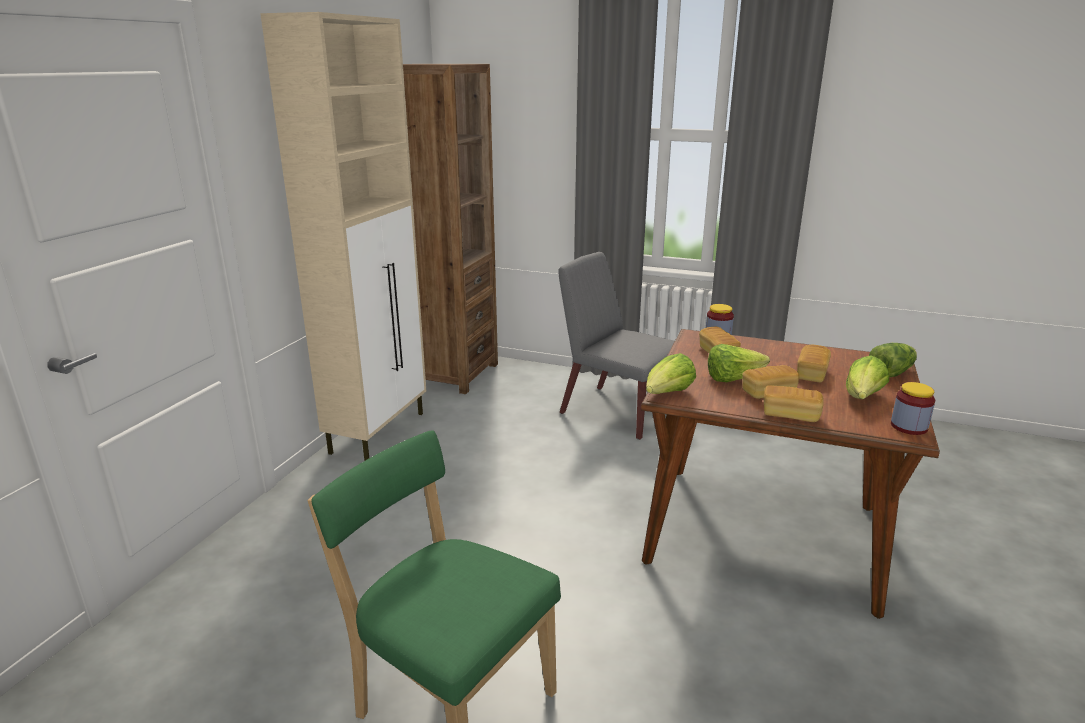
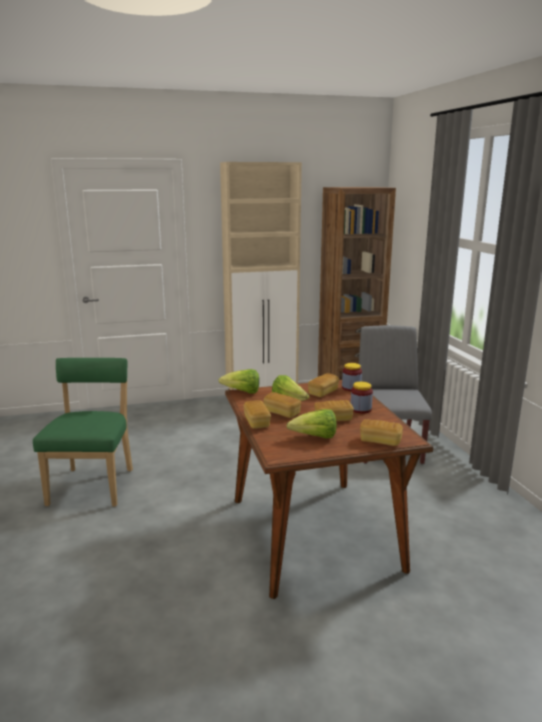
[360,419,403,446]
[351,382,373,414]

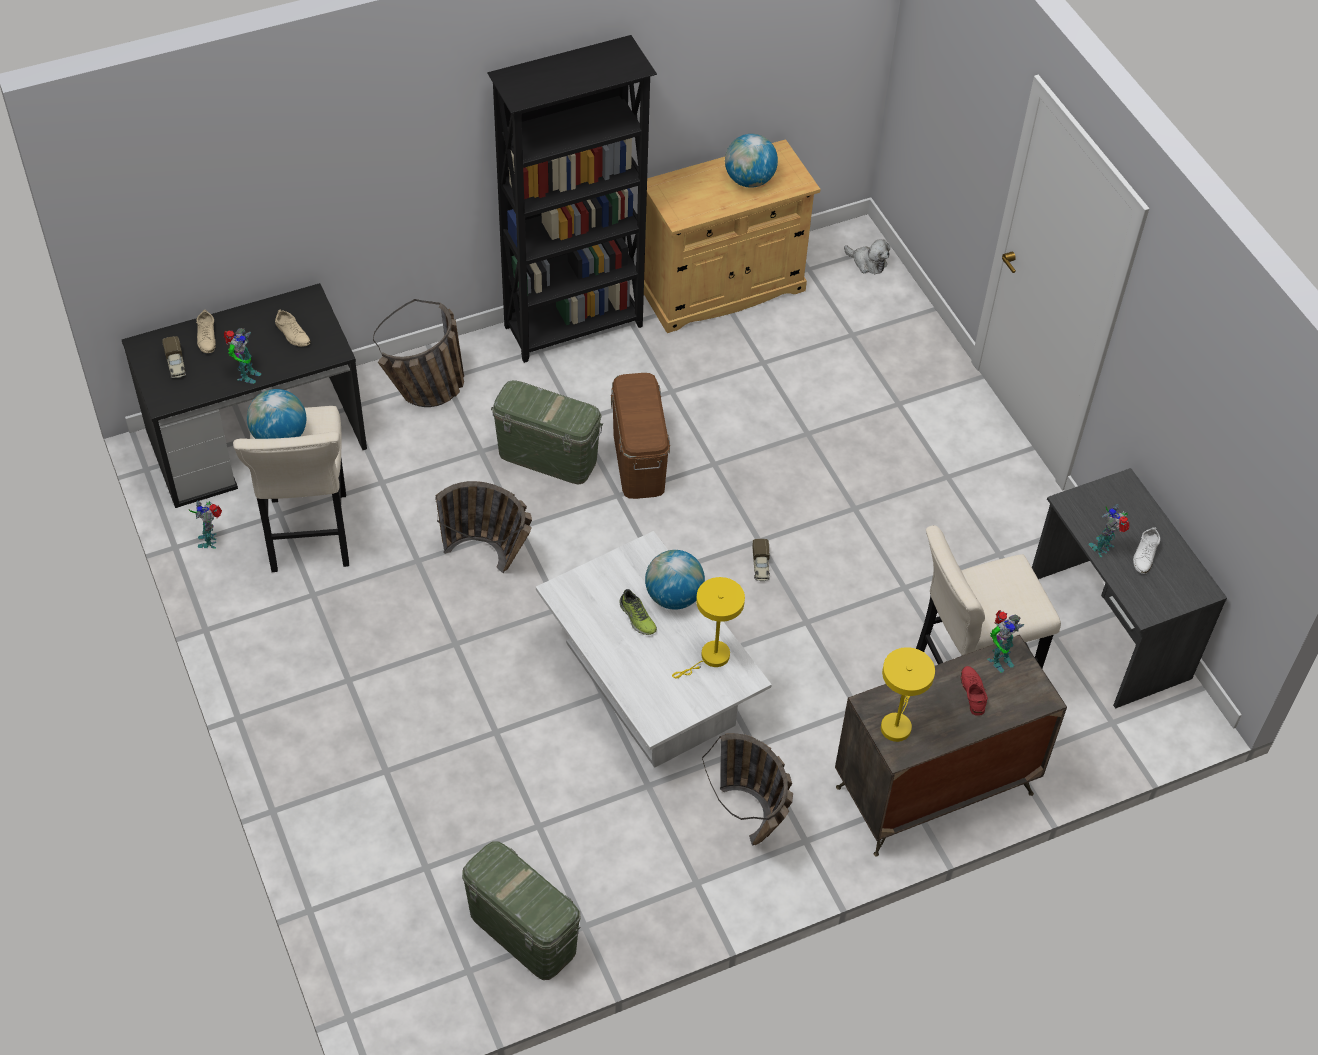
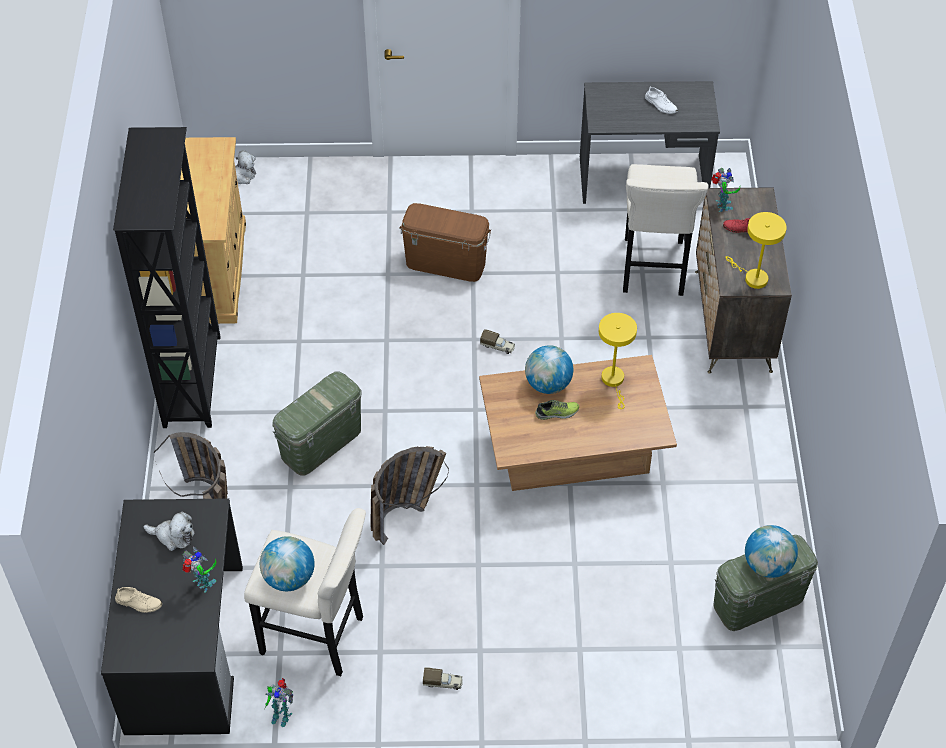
[745,525,798,578]
[143,511,195,551]
[423,668,463,690]
[399,203,491,282]
[1089,504,1129,557] (first image)
[479,355,677,491]
[702,733,793,846] (first image)

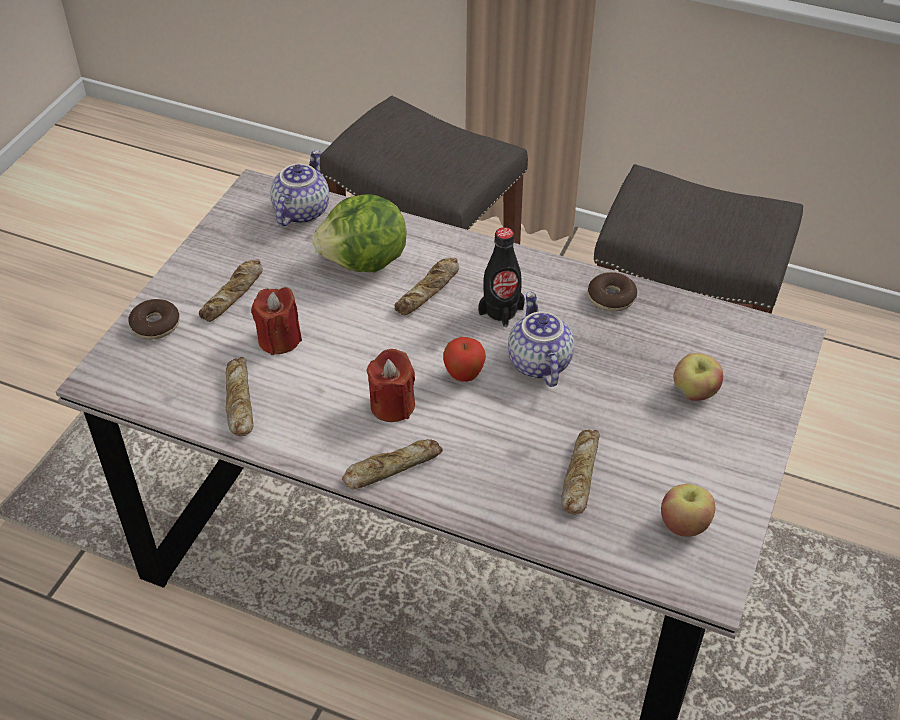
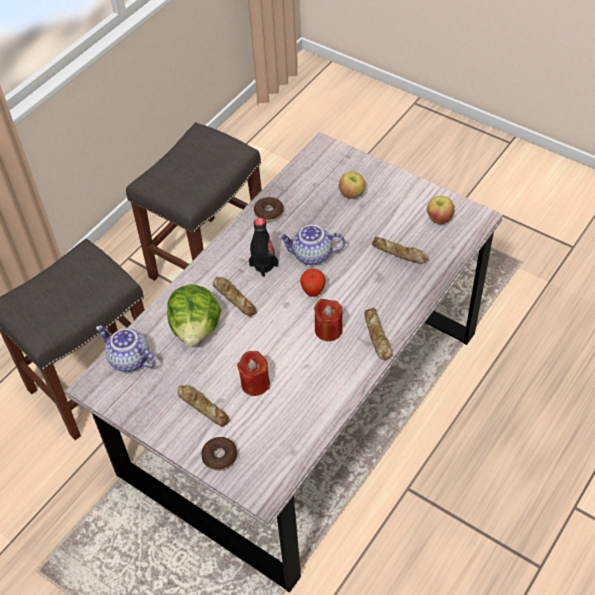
[226,357,254,436] (first image)

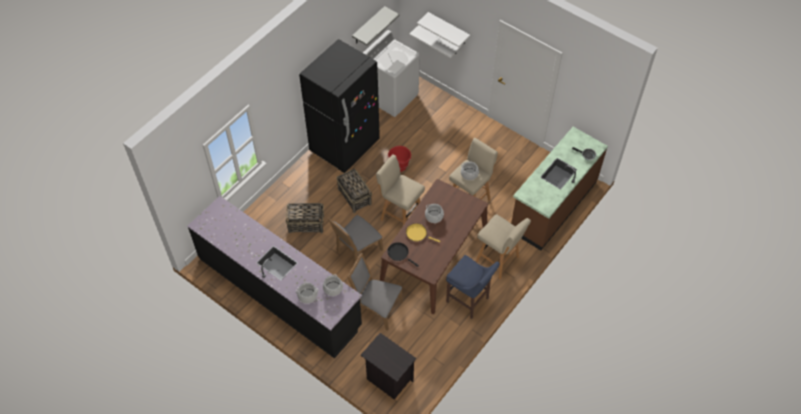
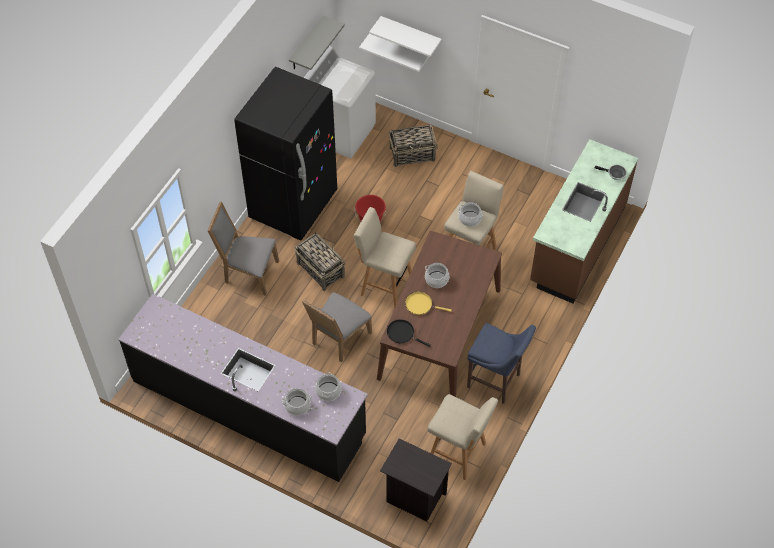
[389,125,437,167]
[427,394,498,480]
[207,202,279,296]

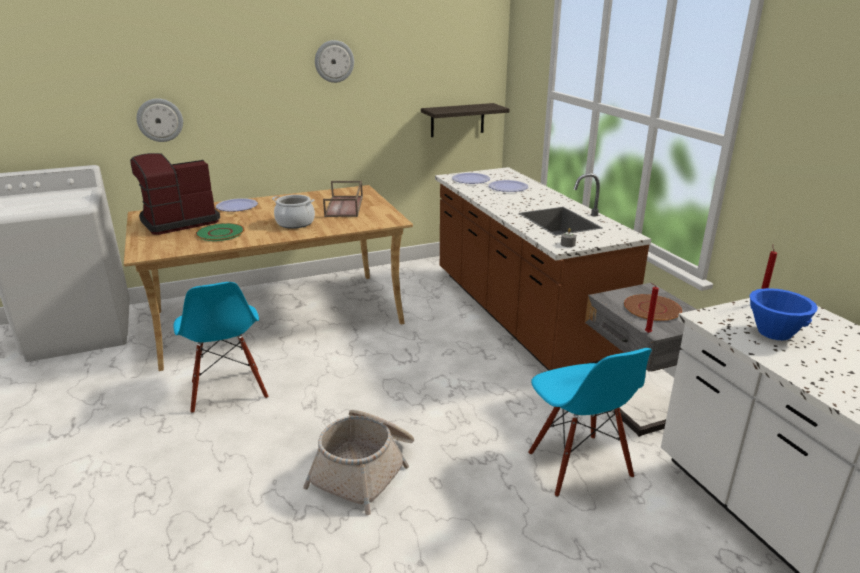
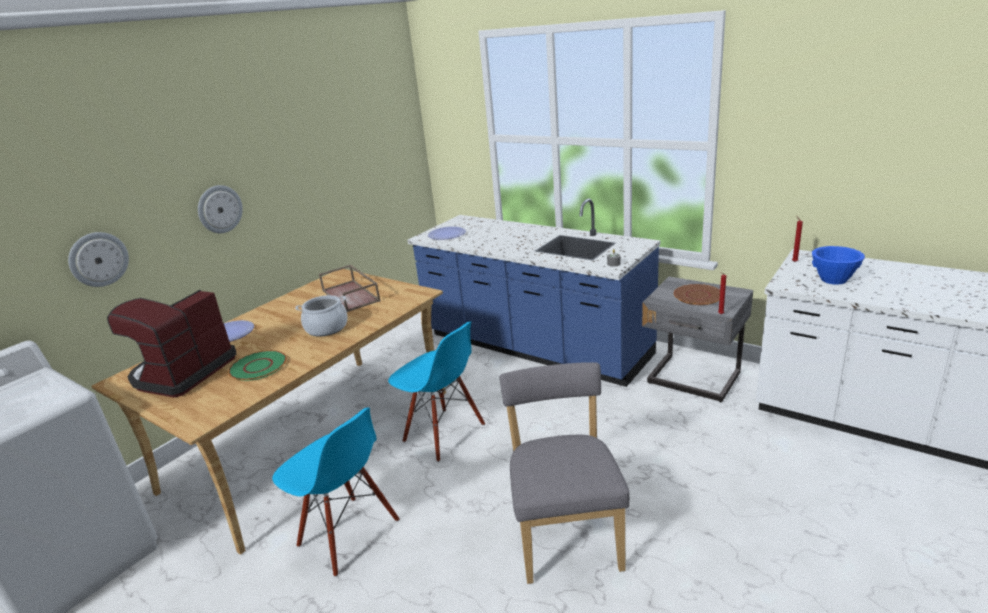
[198,185,243,233]
[421,103,510,137] (first image)
[407,199,660,387]
[489,180,528,192] (first image)
[388,322,485,462]
[499,362,630,584]

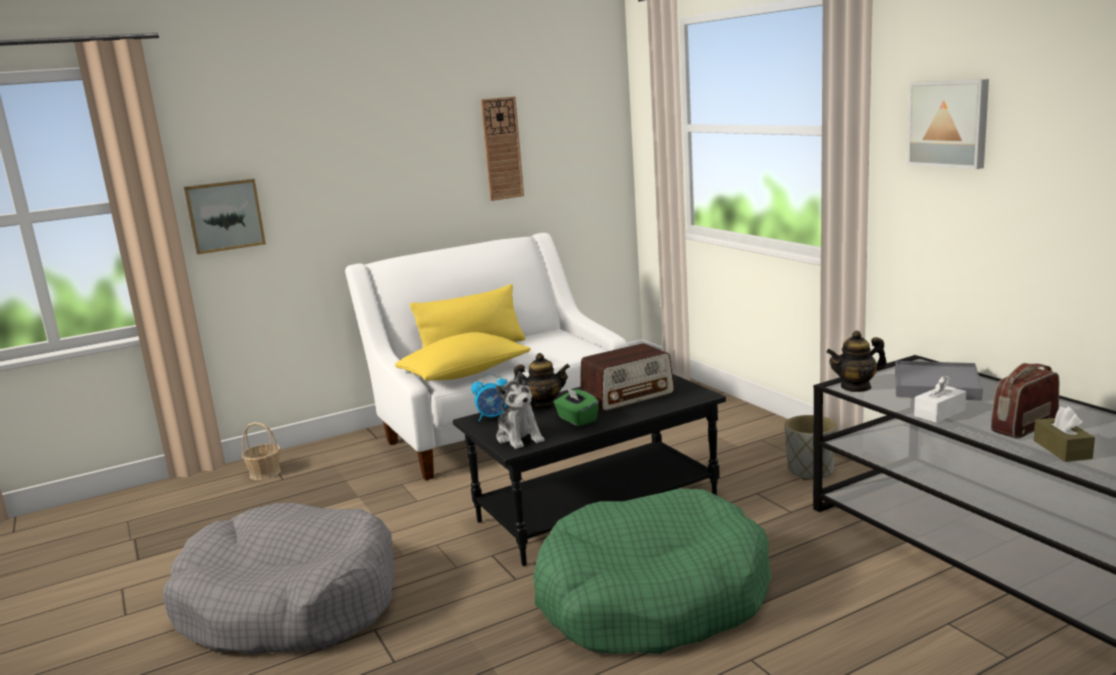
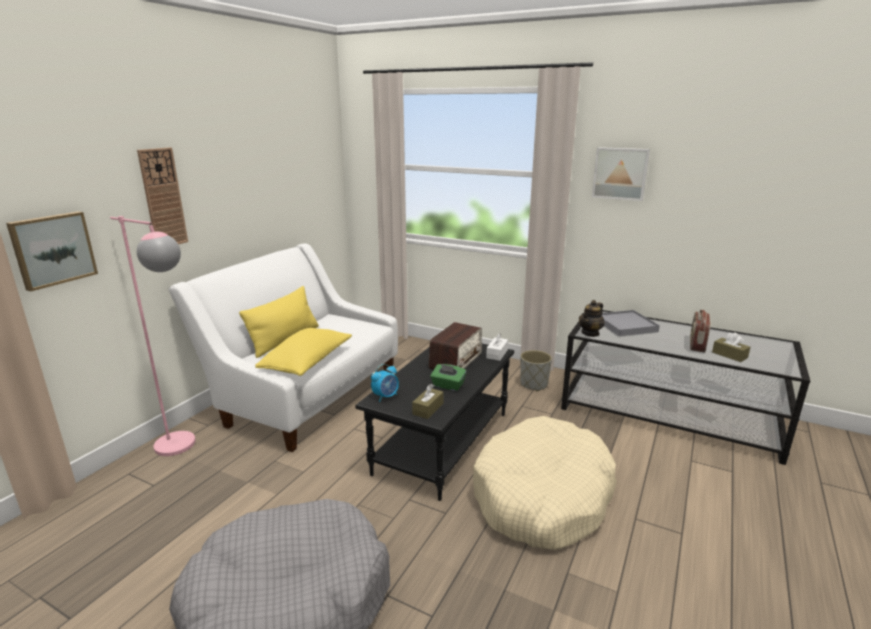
[137,147,188,244]
[514,353,570,408] (first image)
[412,384,444,419]
[486,333,508,361]
[242,422,281,480] (first image)
[473,416,617,550]
[110,216,196,456]

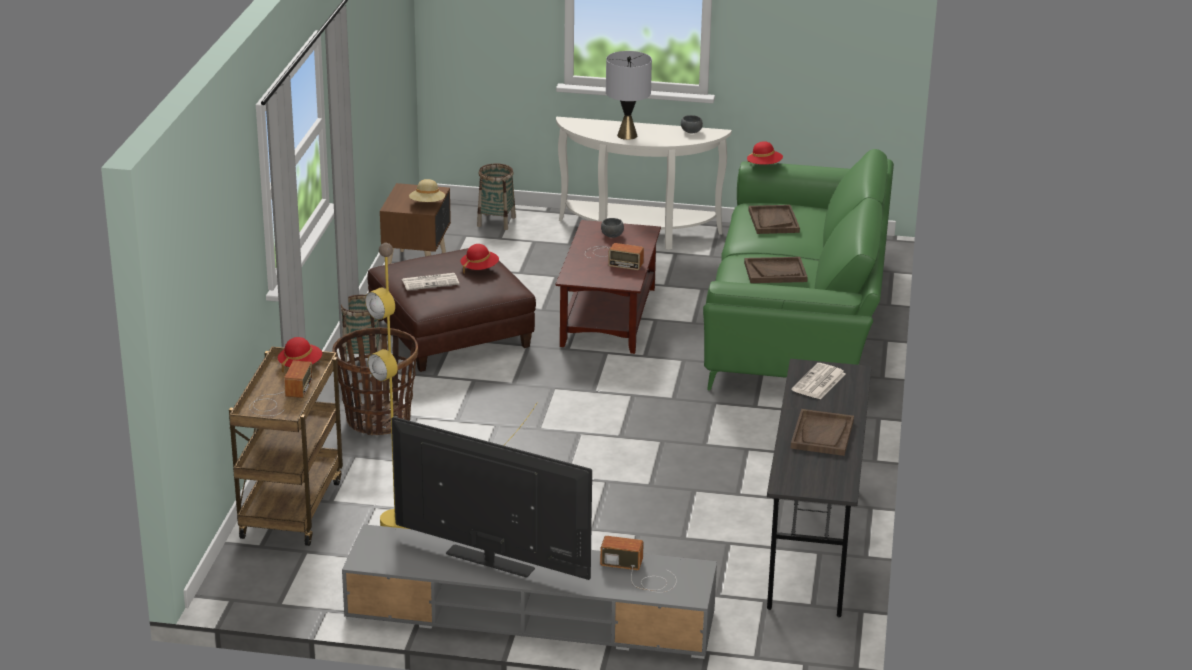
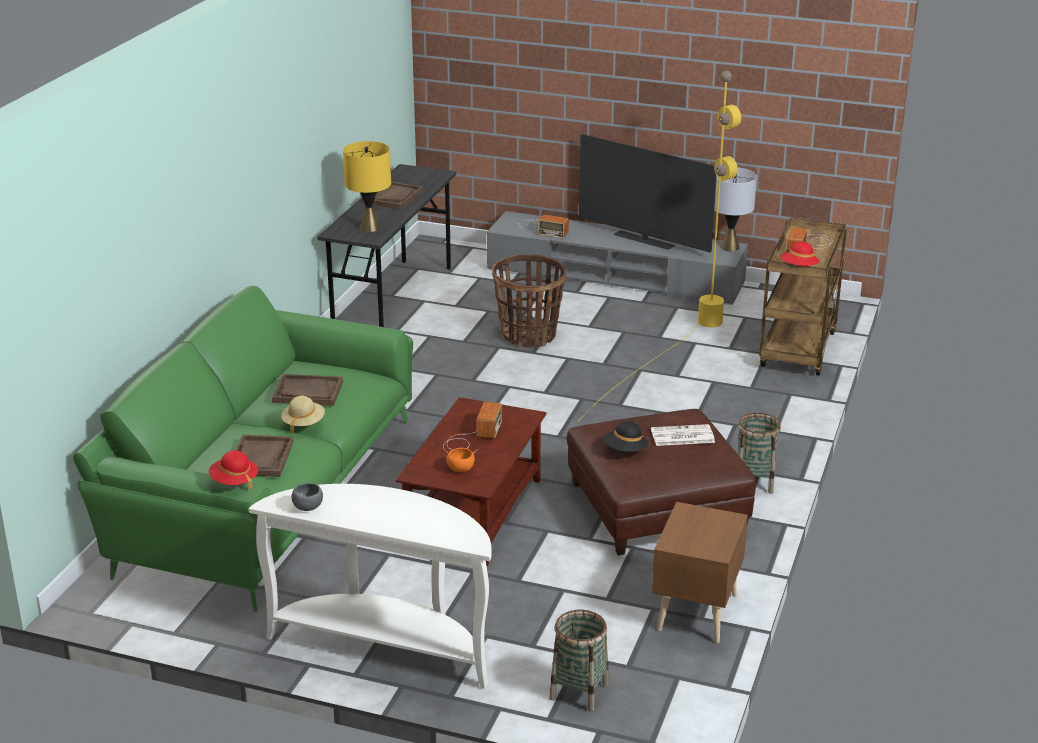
[714,168,757,251]
[281,396,325,433]
[447,448,475,472]
[443,402,502,453]
[604,421,648,452]
[492,254,566,348]
[343,141,391,232]

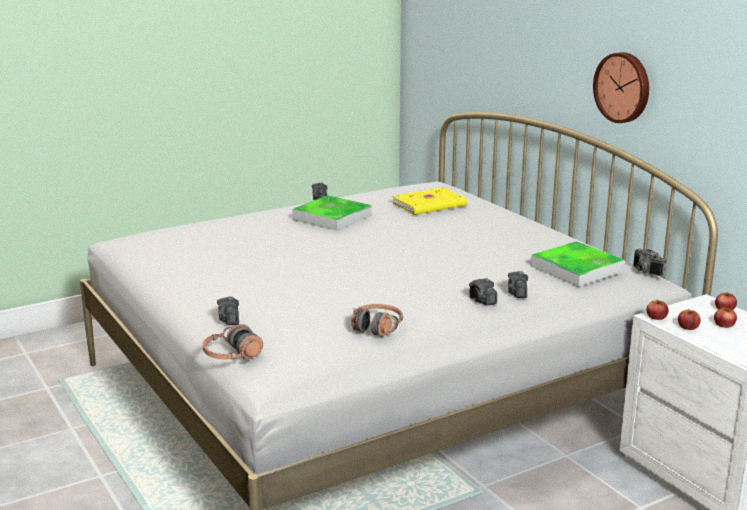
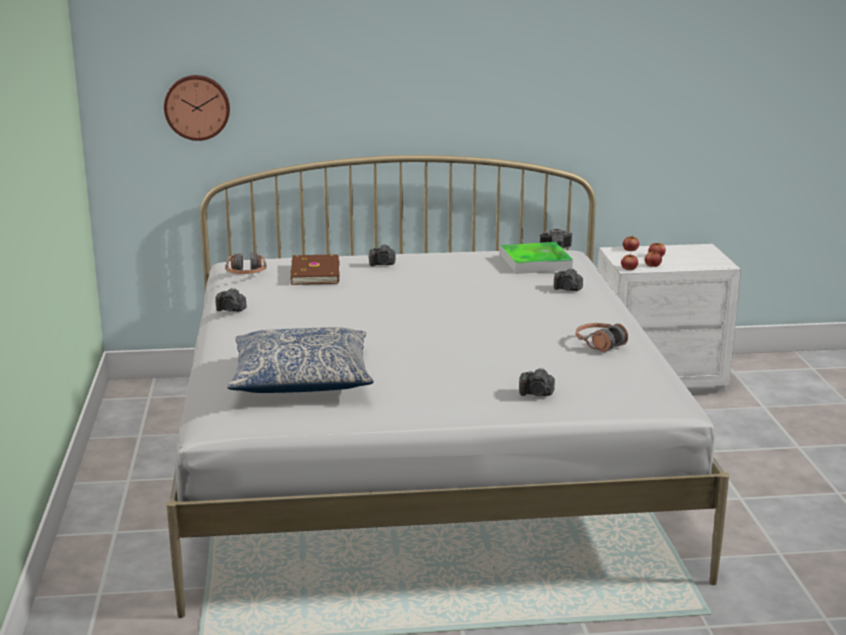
[164,75,230,141]
[290,254,340,285]
[292,195,372,231] (first image)
[369,244,396,266]
[225,252,267,274]
[227,327,374,393]

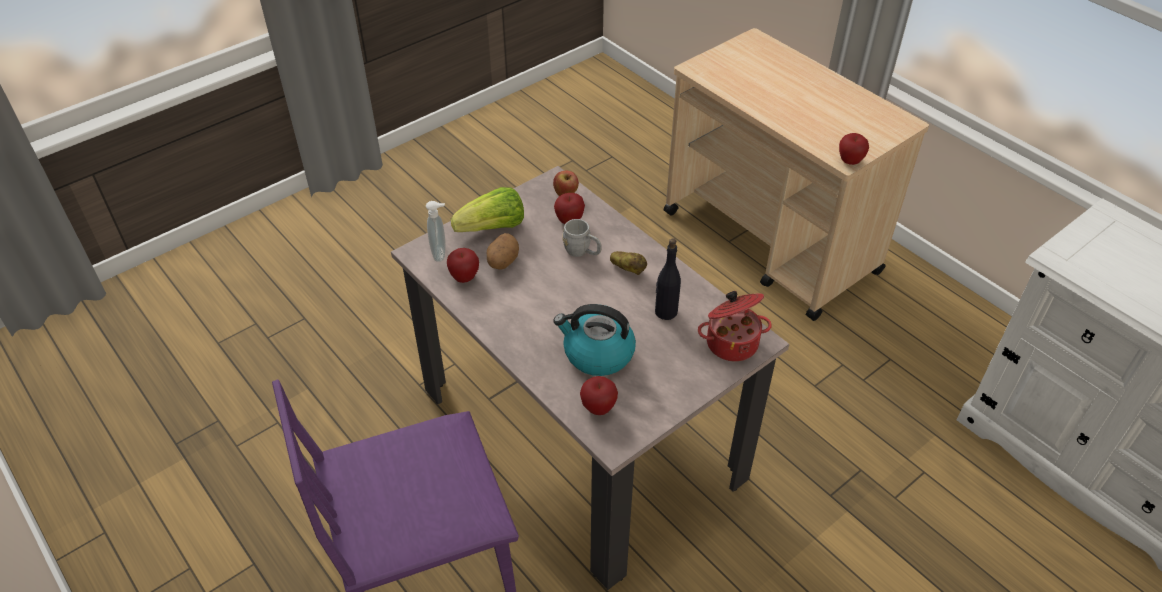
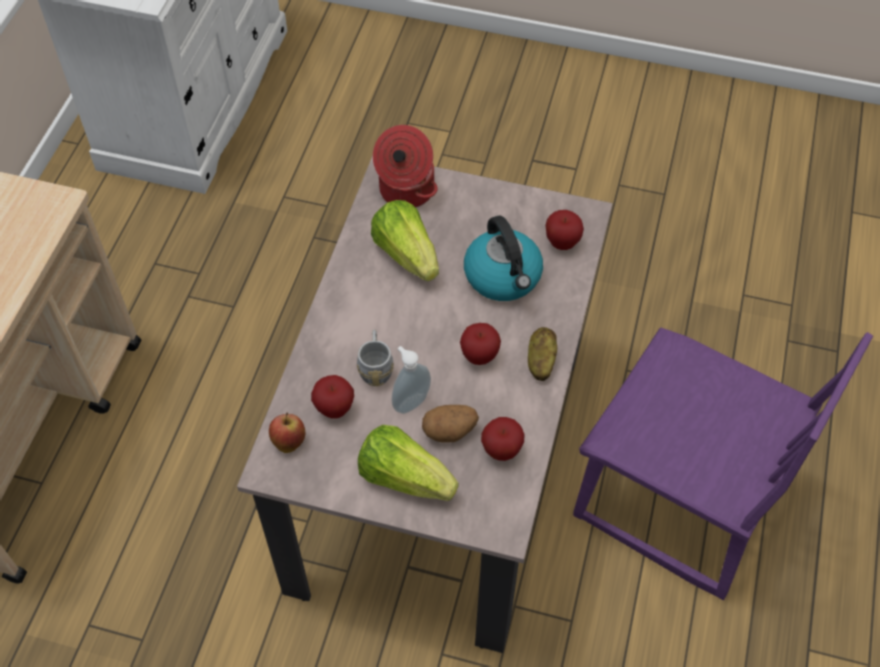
[460,323,501,365]
[392,346,431,414]
[371,200,439,281]
[528,327,557,381]

